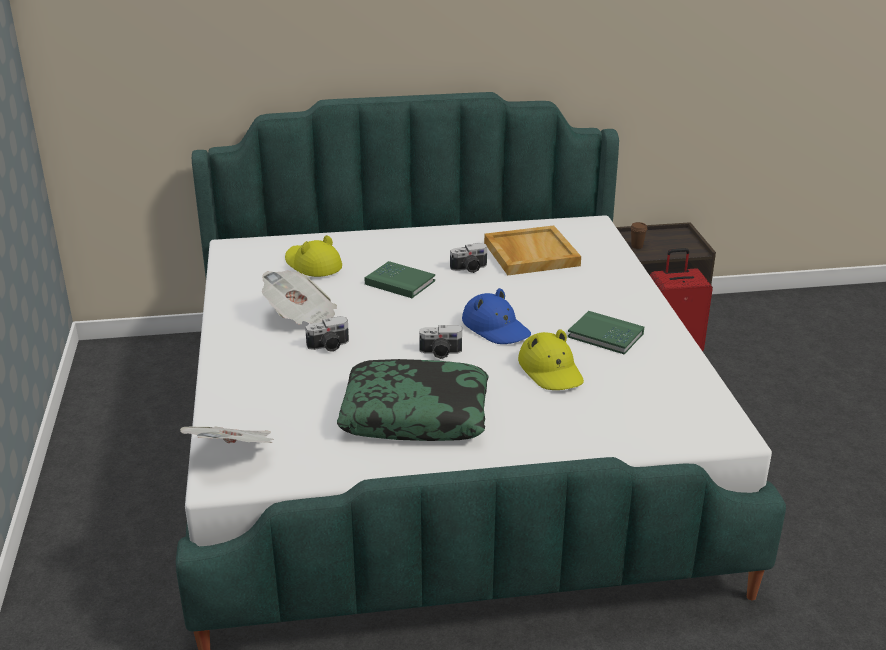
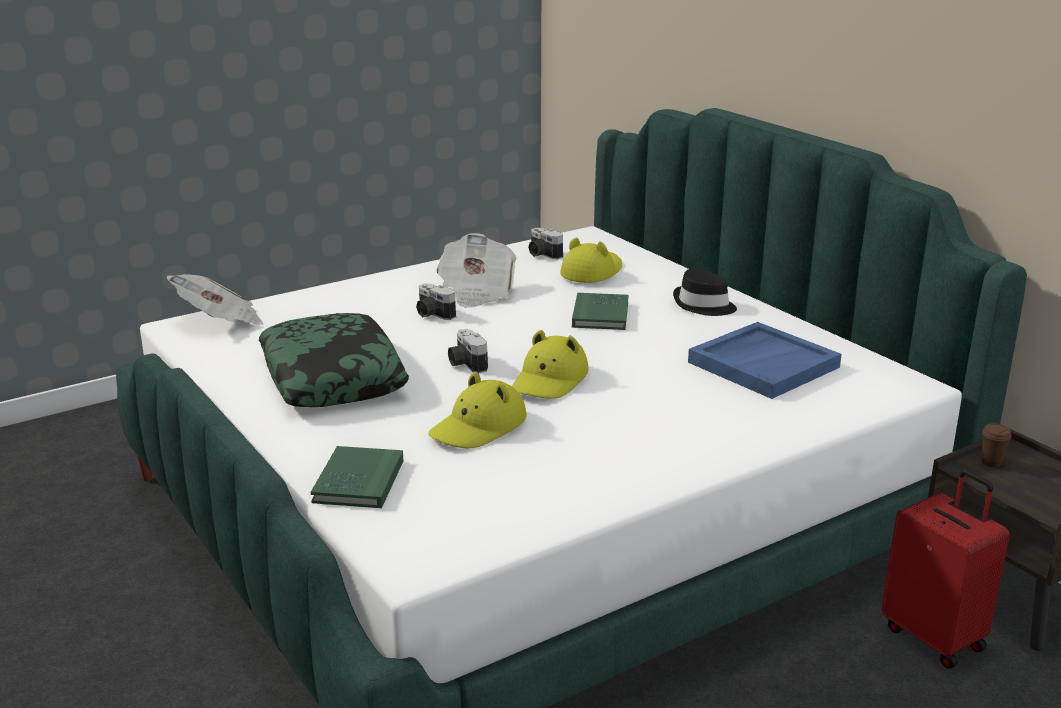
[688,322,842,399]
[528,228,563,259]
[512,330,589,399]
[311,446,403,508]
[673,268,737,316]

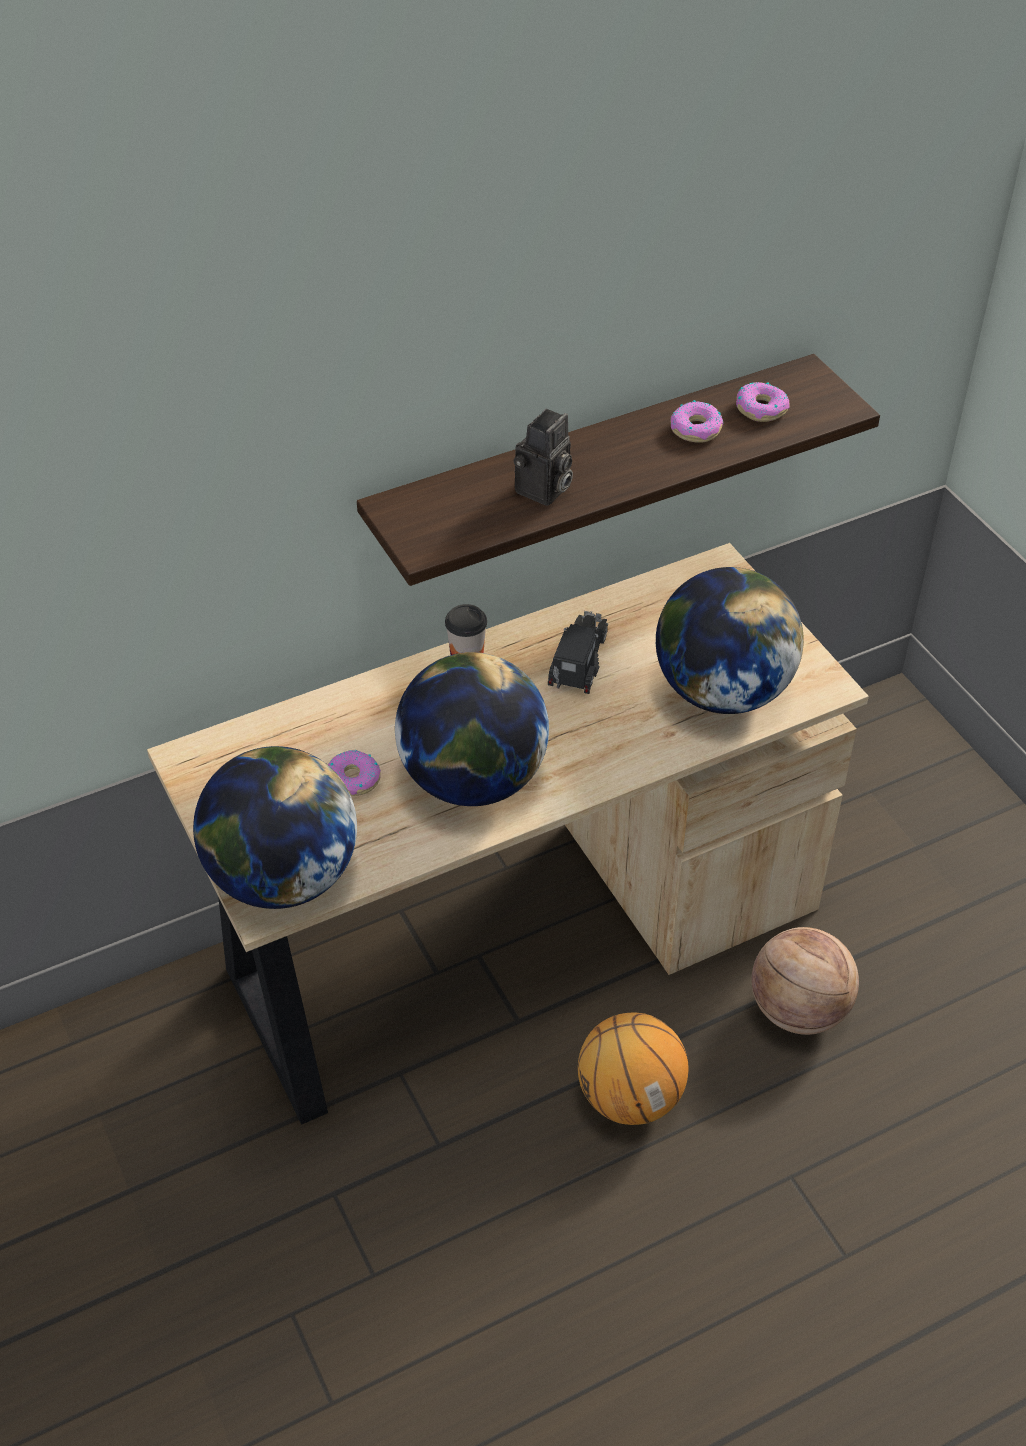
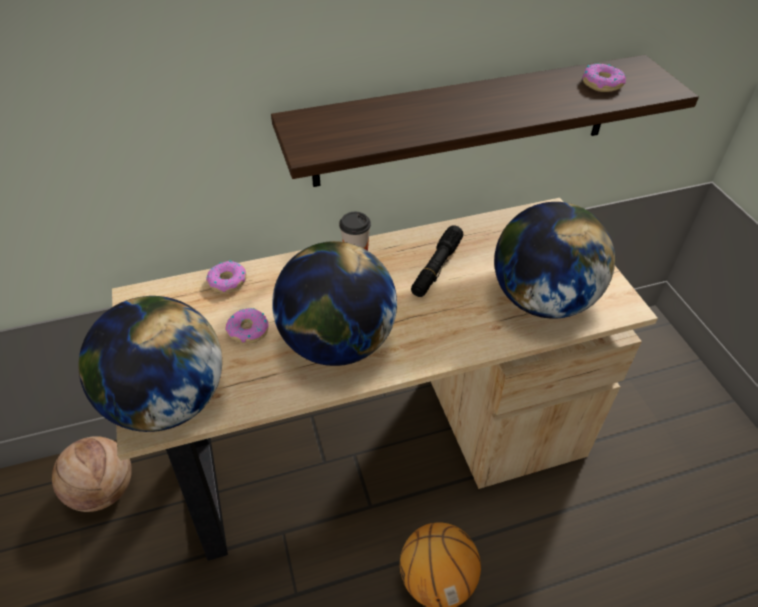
[206,260,247,293]
[514,409,573,506] (first image)
[411,225,463,297]
[52,436,132,512]

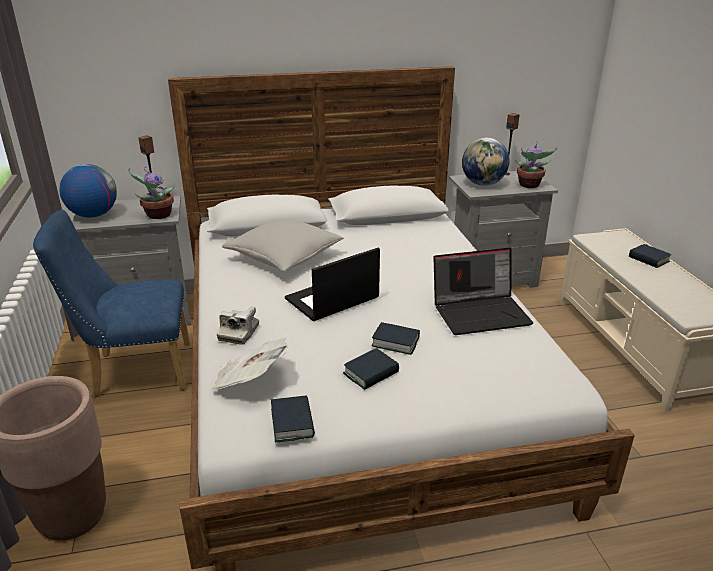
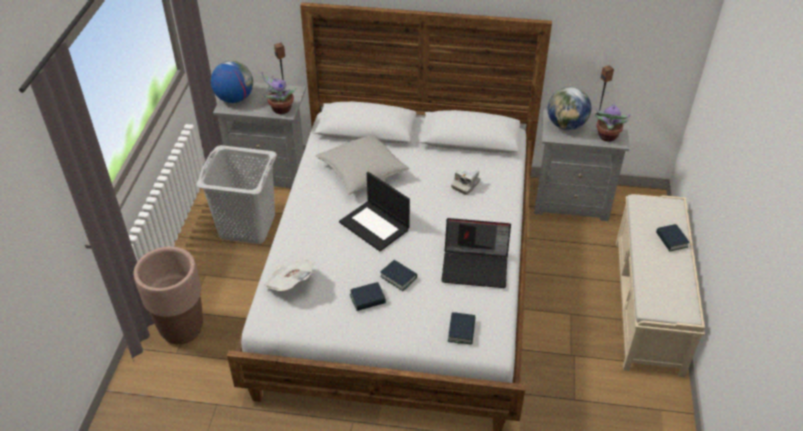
[196,145,277,244]
[339,172,410,251]
[451,170,480,195]
[448,312,476,344]

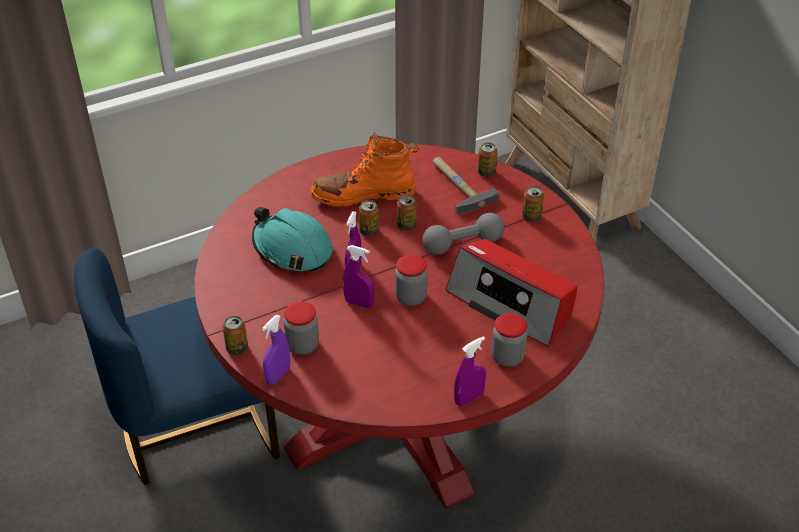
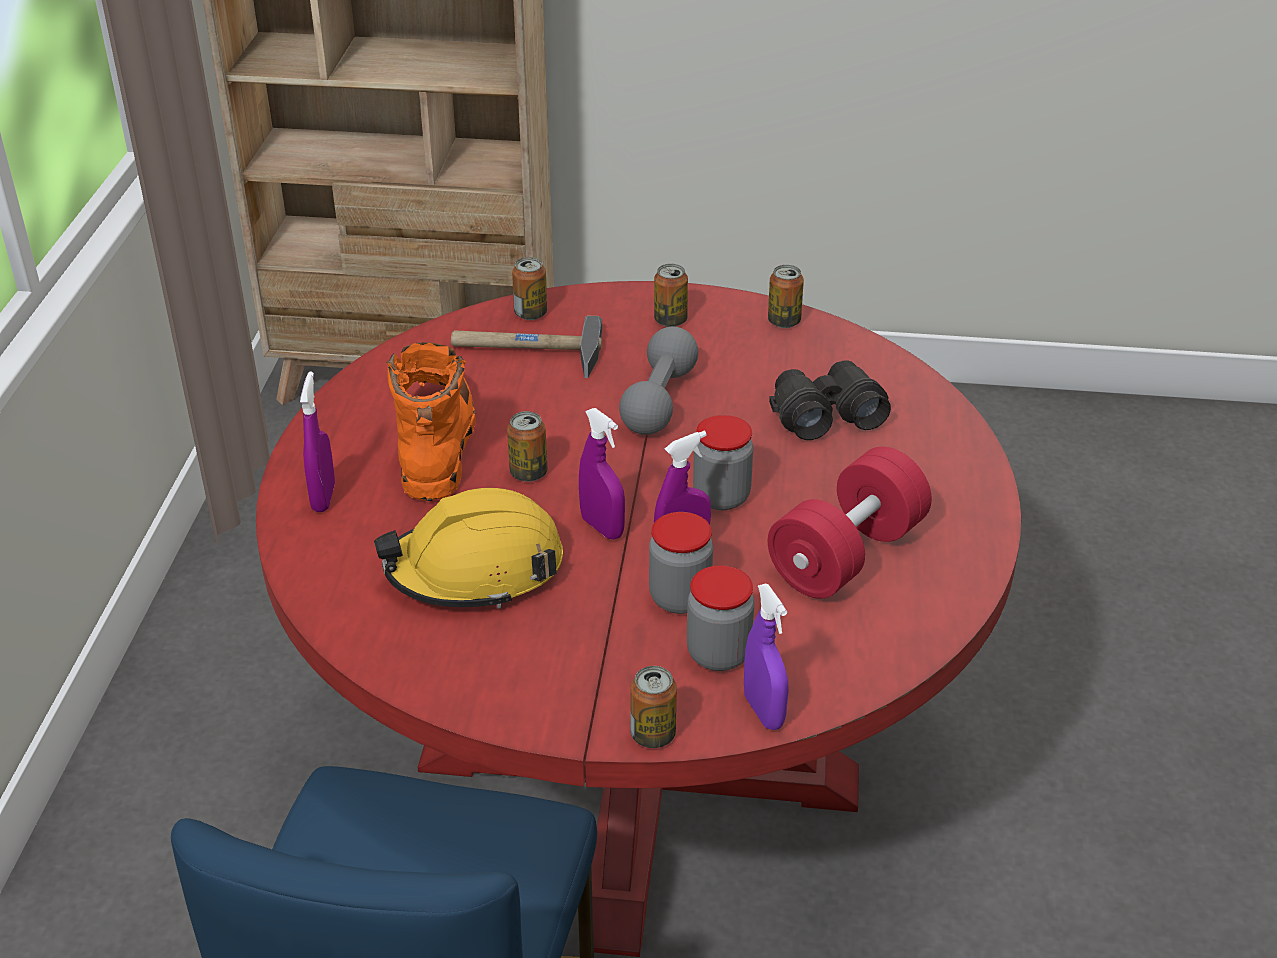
[386,342,476,501]
[768,265,804,328]
[374,488,563,609]
[769,360,891,440]
[649,512,713,614]
[300,372,335,512]
[768,447,932,599]

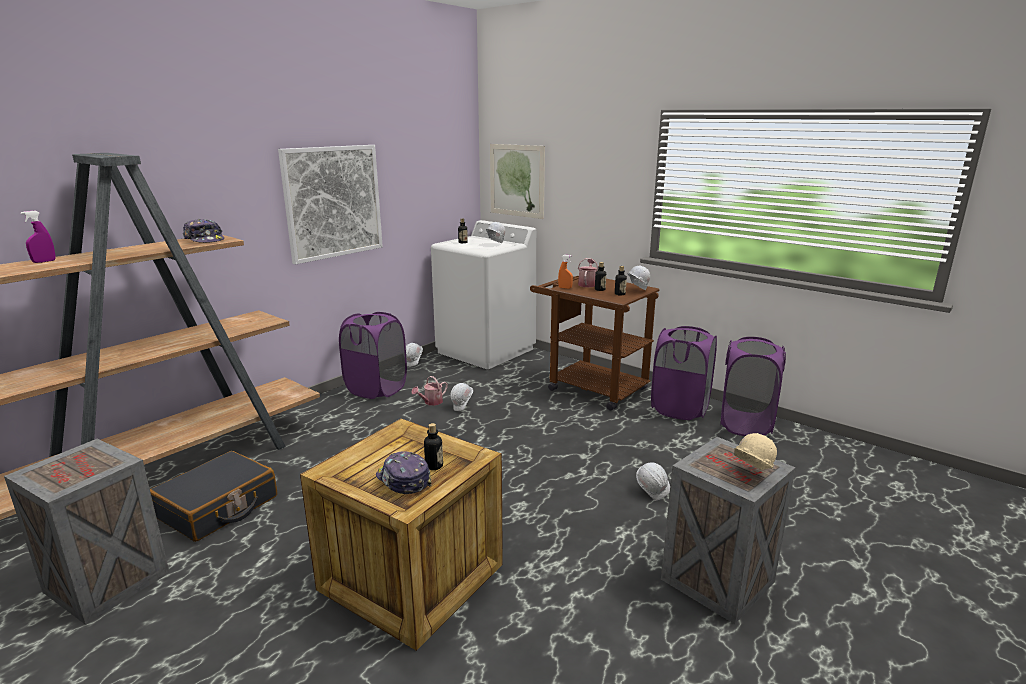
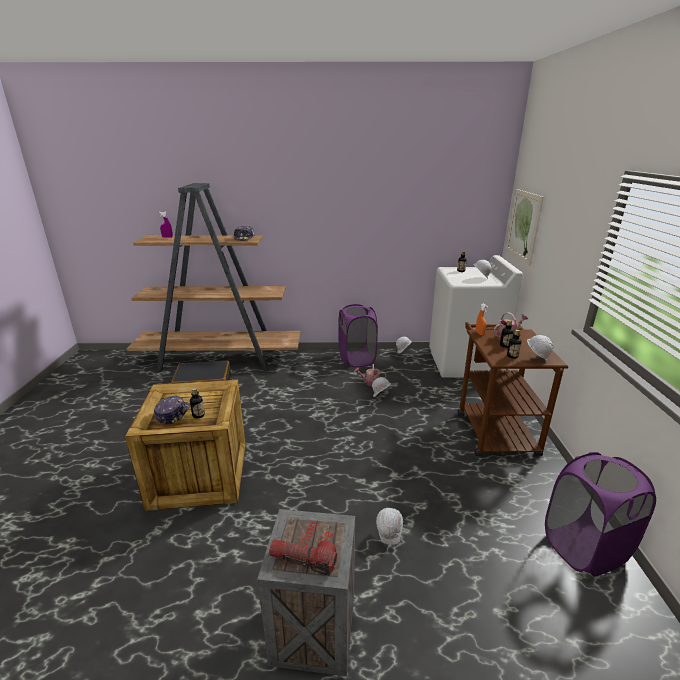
[278,145,383,264] (first image)
[651,326,717,420] (first image)
[269,539,337,575]
[4,439,170,625] (first image)

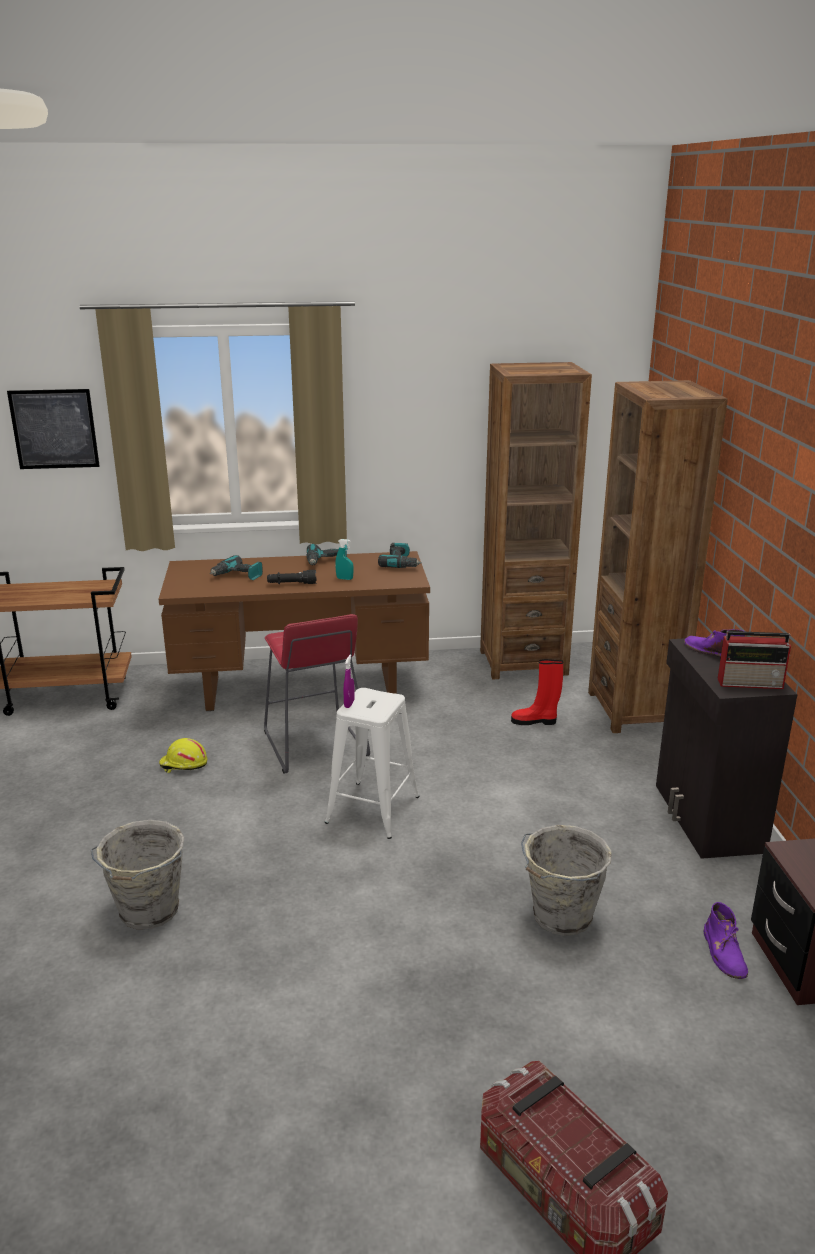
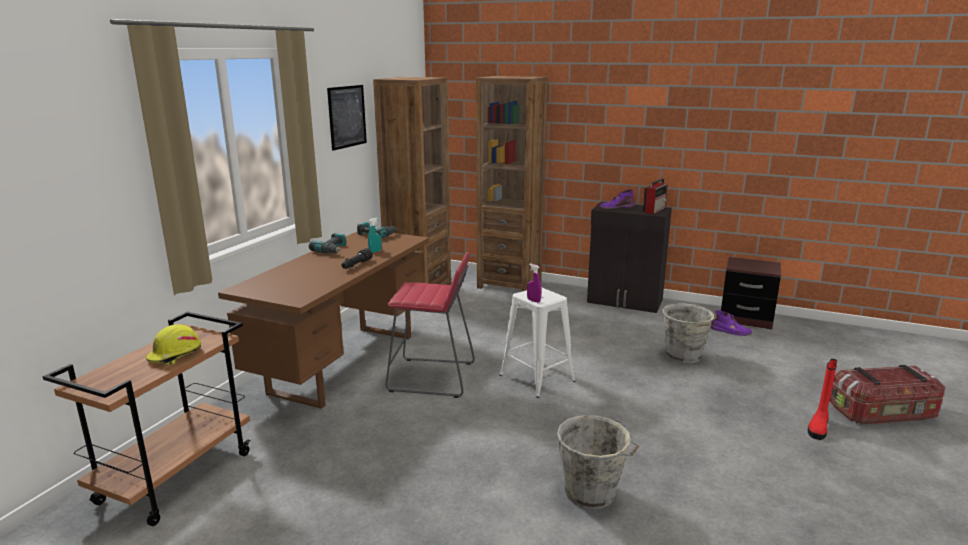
[327,85,367,151]
[210,555,263,580] (first image)
[808,359,837,440]
[146,324,201,365]

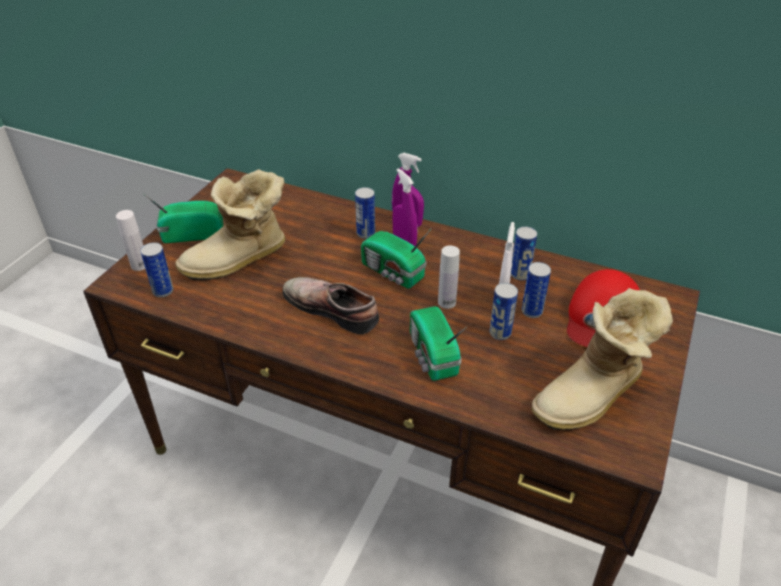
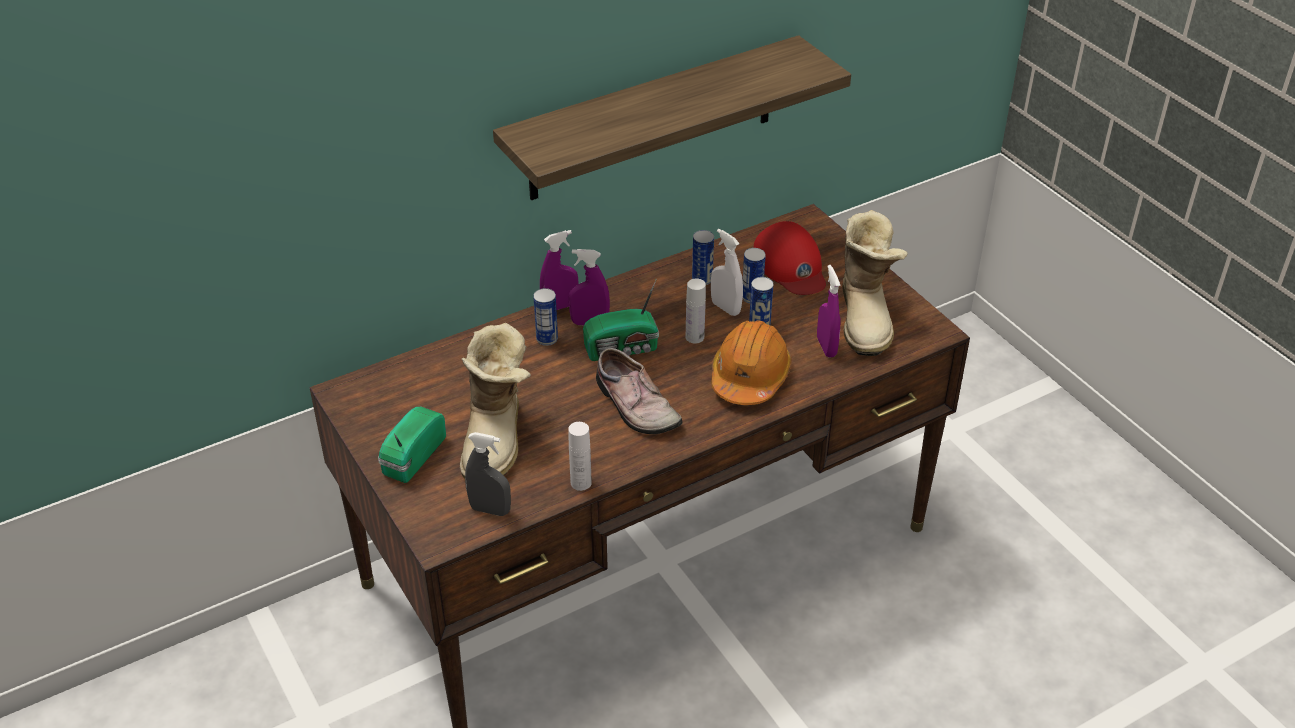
[568,422,592,491]
[465,432,511,516]
[596,348,682,434]
[711,320,792,405]
[493,35,851,200]
[817,265,841,358]

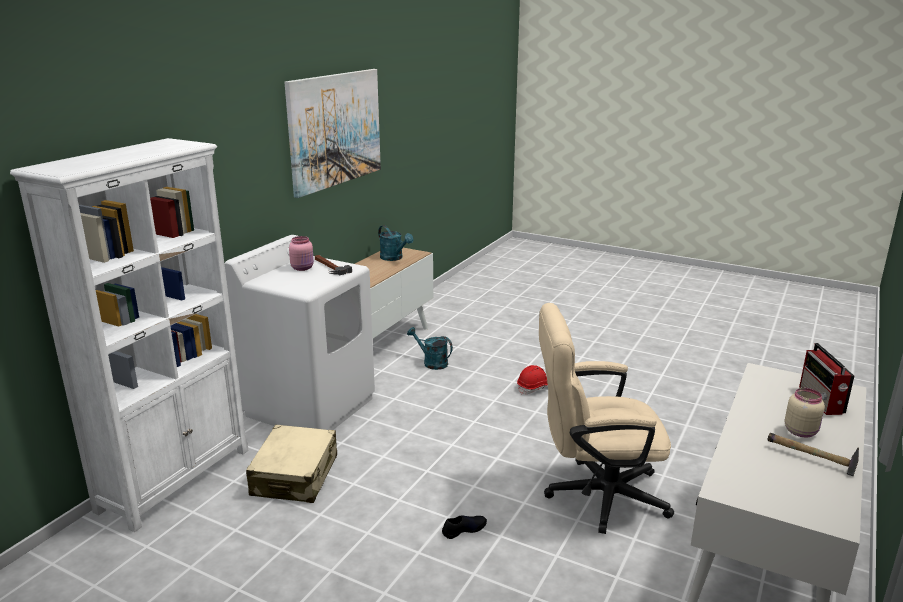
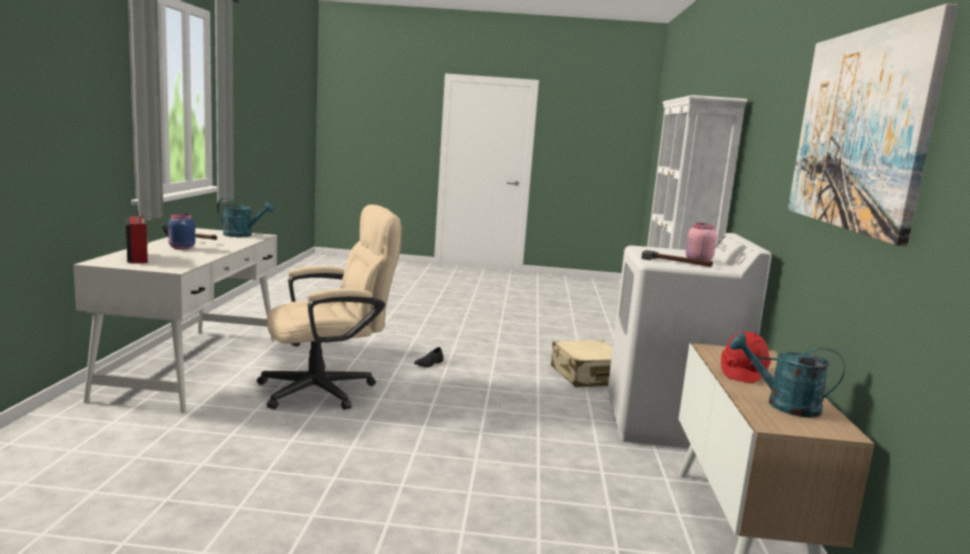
[217,198,274,237]
[721,332,771,383]
[168,214,195,249]

